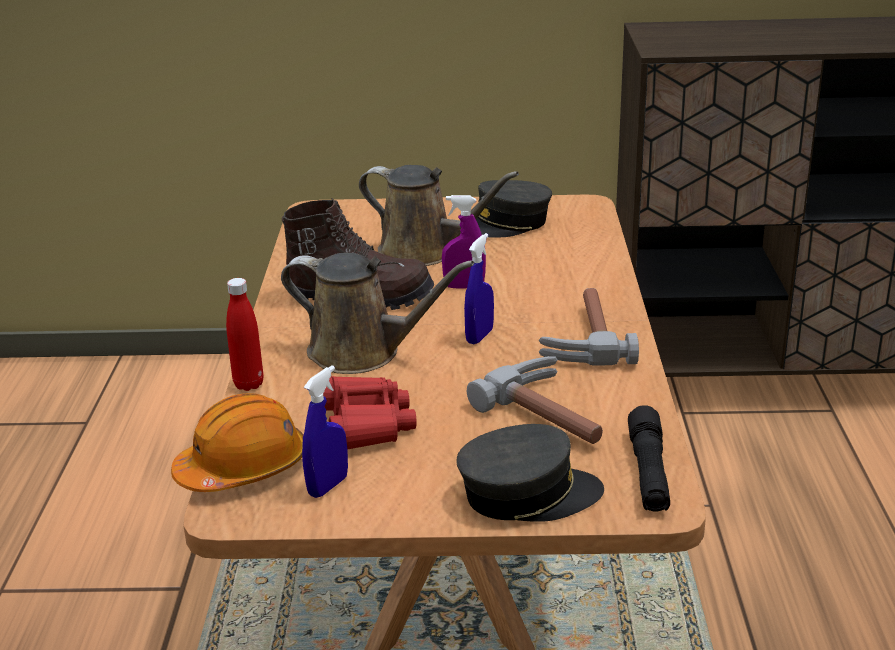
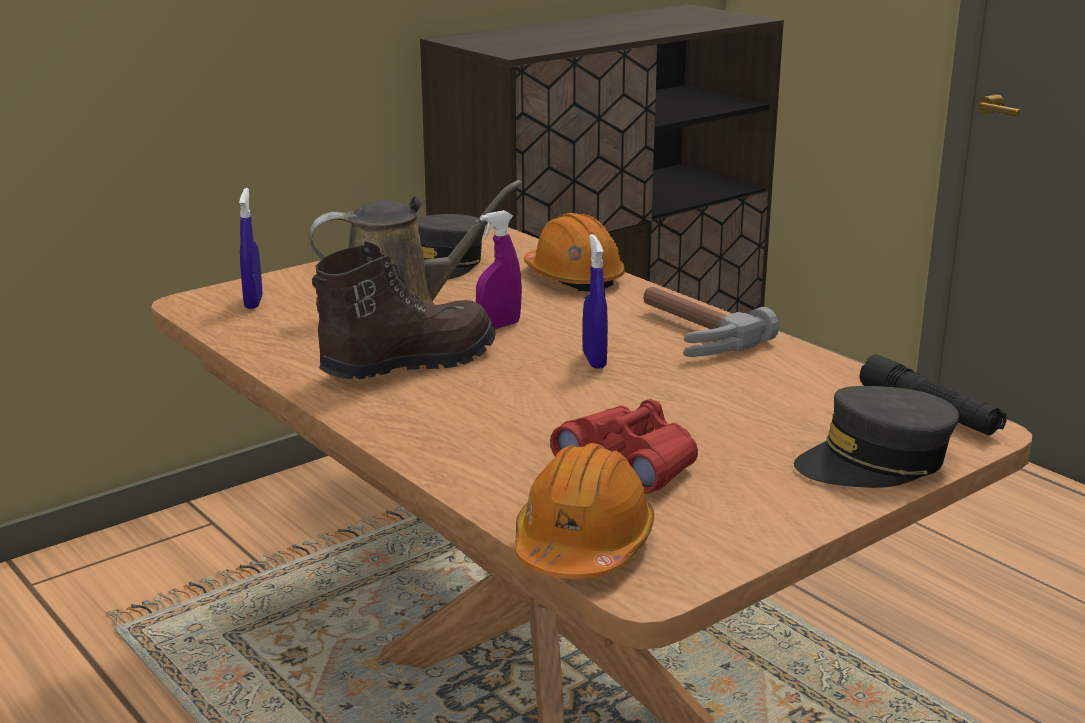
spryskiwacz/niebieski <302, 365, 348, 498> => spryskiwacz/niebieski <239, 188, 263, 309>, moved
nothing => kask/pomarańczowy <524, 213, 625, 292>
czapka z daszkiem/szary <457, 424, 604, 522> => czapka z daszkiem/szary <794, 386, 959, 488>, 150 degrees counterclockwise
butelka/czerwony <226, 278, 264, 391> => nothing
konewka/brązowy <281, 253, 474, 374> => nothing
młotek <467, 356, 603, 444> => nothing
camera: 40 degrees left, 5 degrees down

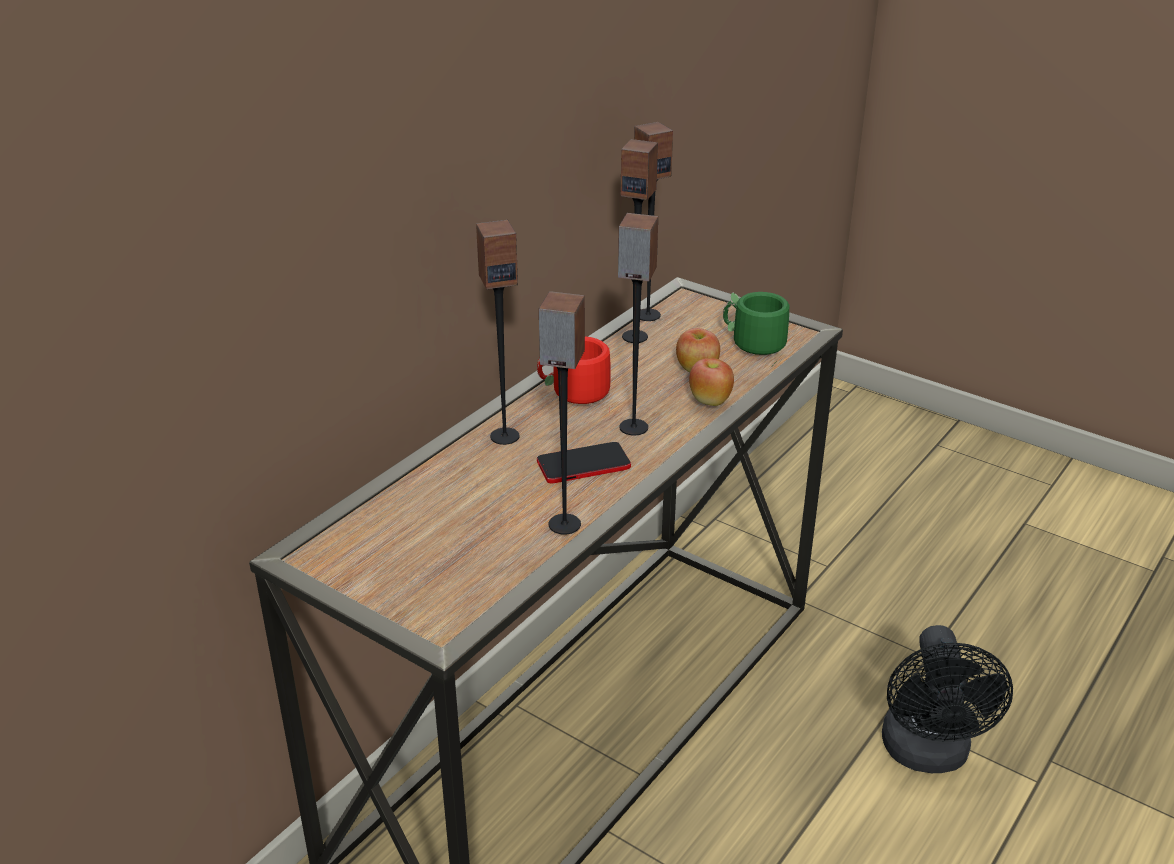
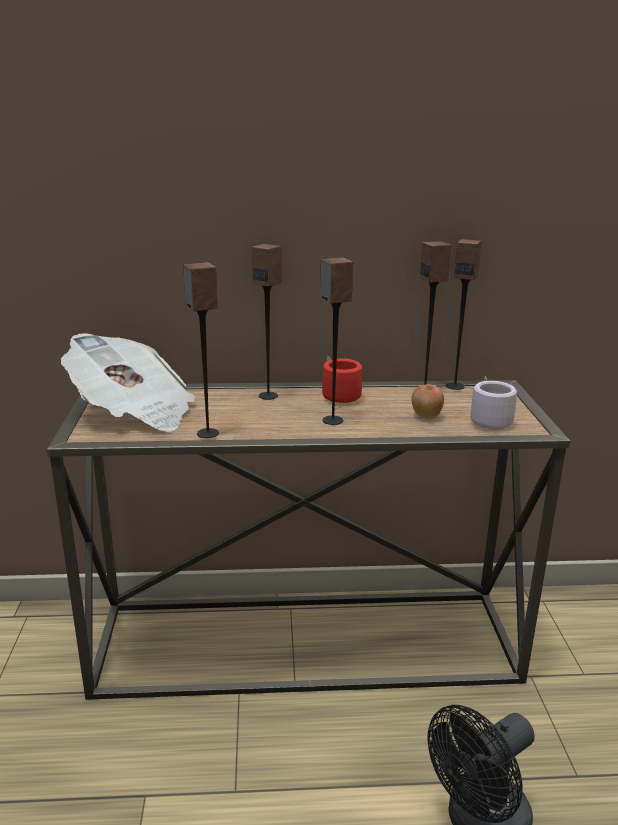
nothing => gazeta <61, 333, 195, 432>
kubek/zielony <723, 292, 789, 366> => kubek/szary <470, 376, 517, 429>
telefon <537, 442, 631, 483> => nothing
jabłko <689, 358, 734, 406> => nothing
camera: 50 degrees right, 10 degrees down

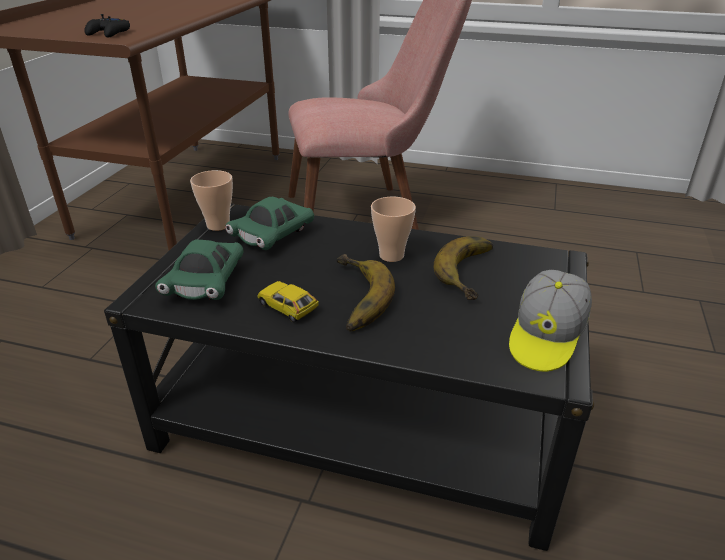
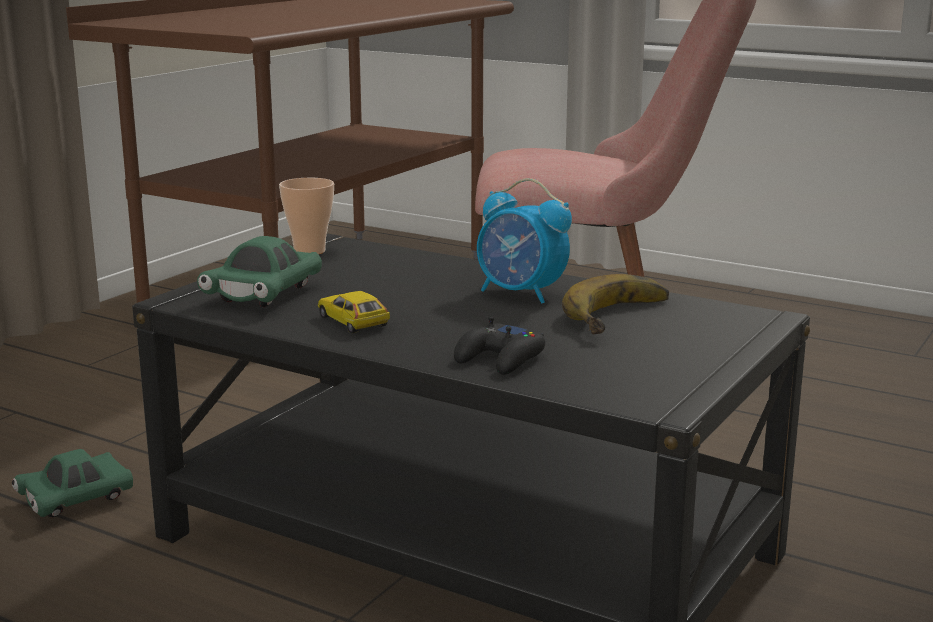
samochodzik/zielony <225, 197, 314, 250> => samochodzik/zielony <12, 449, 133, 517>, moved
pad do gier/czarny <84, 14, 130, 38> => pad do gier/czarny <454, 316, 545, 375>, moved
filiżanka <371, 197, 416, 262> => budzik <477, 178, 572, 303>
banan <336, 254, 395, 331> => nothing
czapka z daszkiem <509, 270, 592, 372> => nothing
camera: 15 degrees right, 15 degrees down

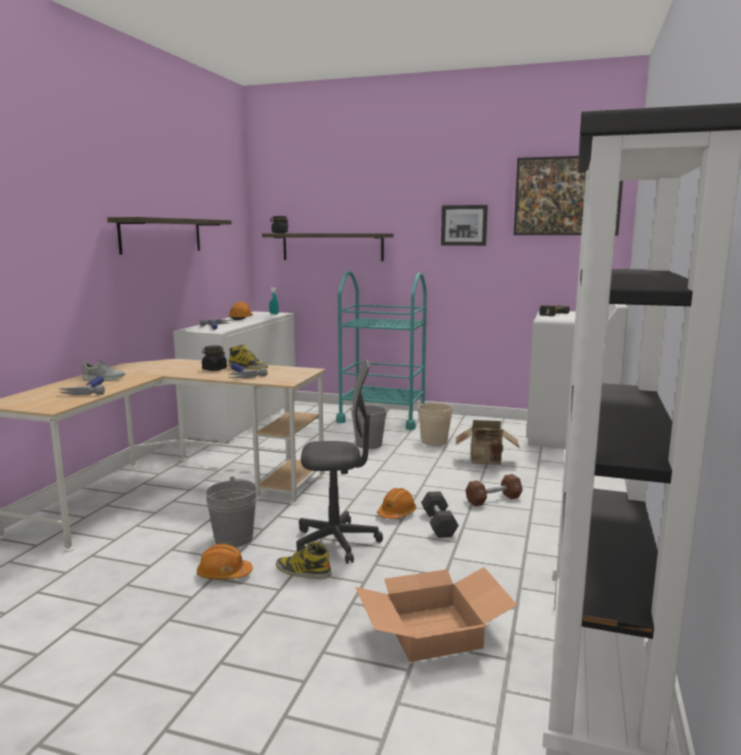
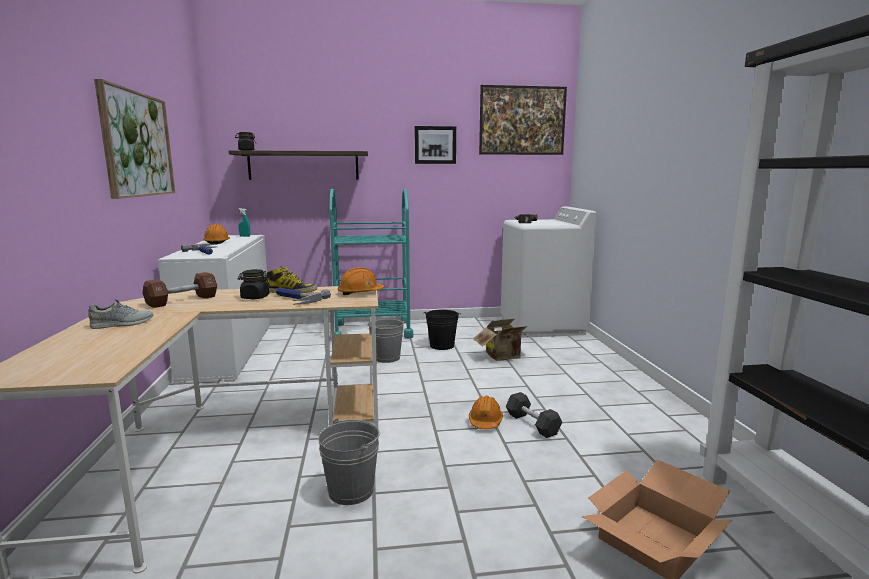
półka <107, 217, 232, 254> => obraz <94, 79, 175, 199>
hantel/brązowy <466, 474, 523, 506> => hantel/brązowy <143, 272, 217, 308>, moved
kask/pomarańczowy <197, 544, 253, 580> => kask/pomarańczowy <338, 267, 384, 295>, moved
wiadro/beżowy <417, 403, 453, 446> => wiadro/czarny <424, 310, 461, 350>
młotek <59, 376, 105, 395> => nothing
but z cholewką <276, 542, 331, 579> => nothing
krzesło biurowe/szary <296, 360, 383, 564> => nothing
camera: 25 degrees left, 0 degrees up

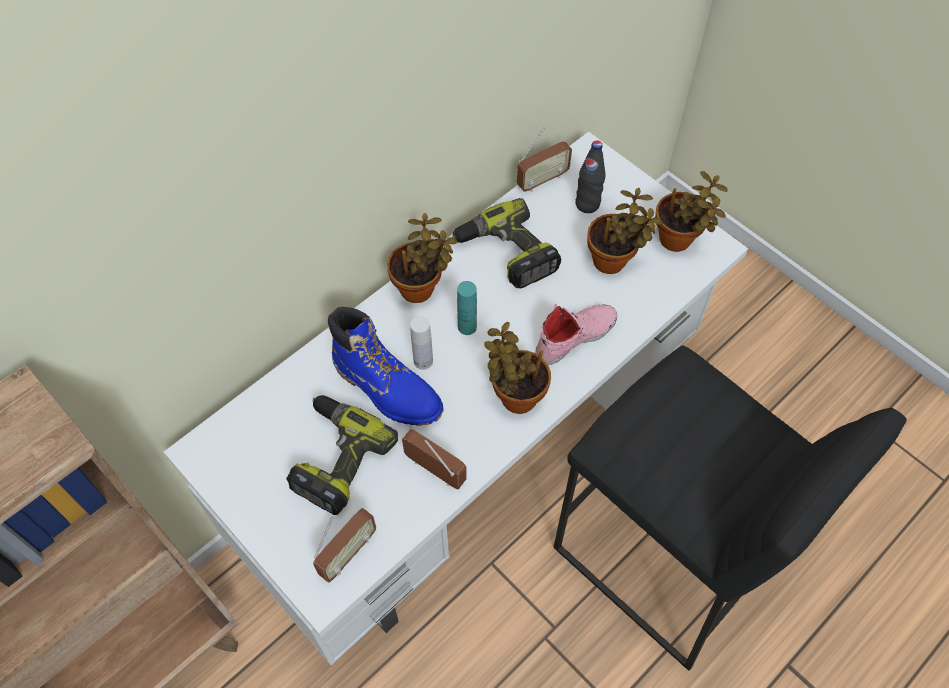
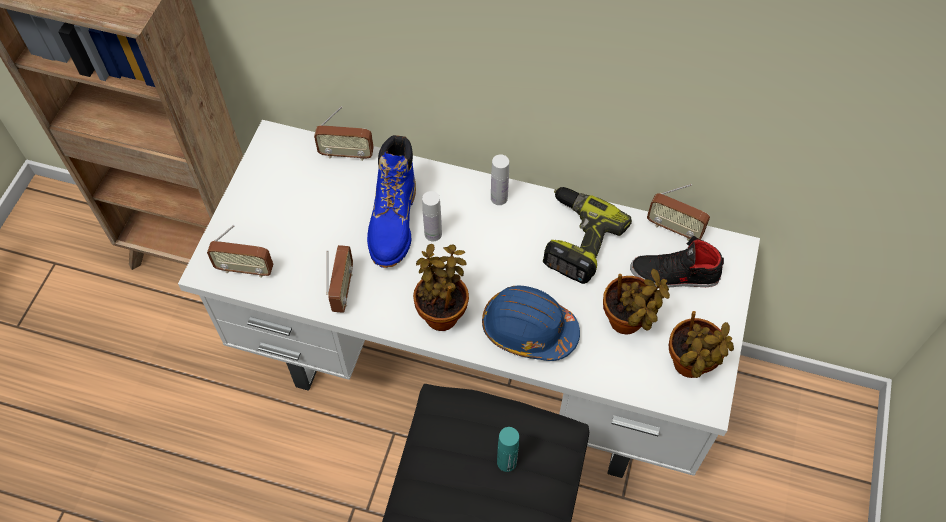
nothing => radio <314, 106, 374, 161>
but/różowy <535, 304, 617, 365> => kask/niebieski <482, 286, 580, 361>
roślina doniczkowa <387, 213, 458, 303> => butelka/biały <491, 154, 509, 205>
butelka/turkusowy <457, 281, 477, 335> => butelka/turkusowy <497, 427, 519, 472>, moved
butelka/czarny <575, 141, 606, 213> => but/czarny <630, 236, 724, 288>
wiertarka <286, 395, 398, 515> => nothing
camera: 60 degrees right, 0 degrees up

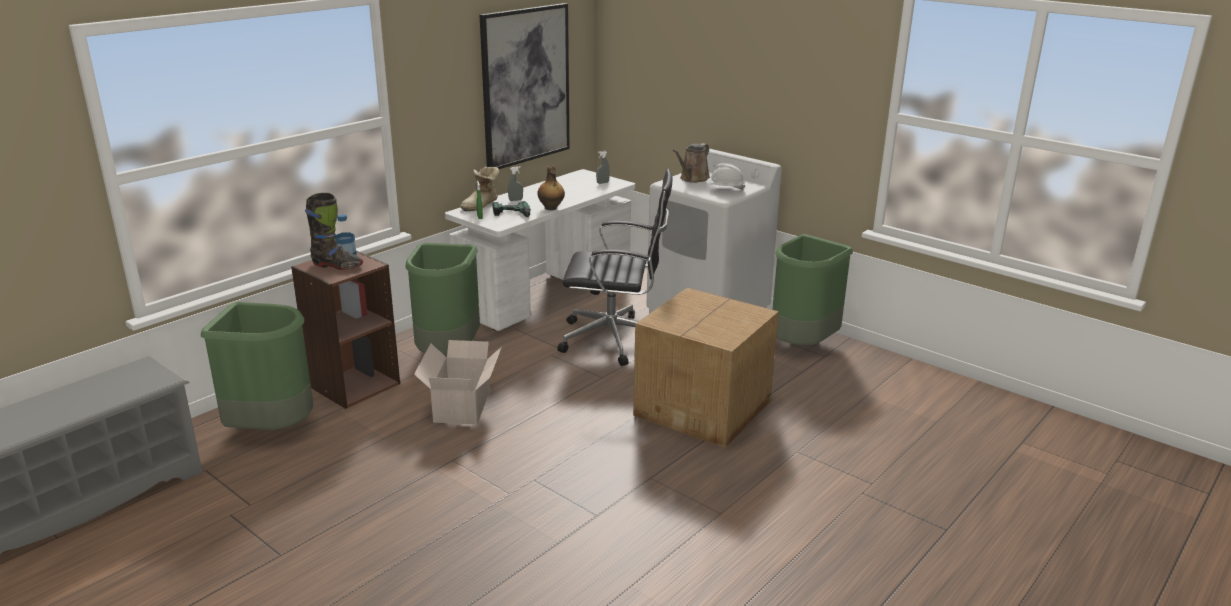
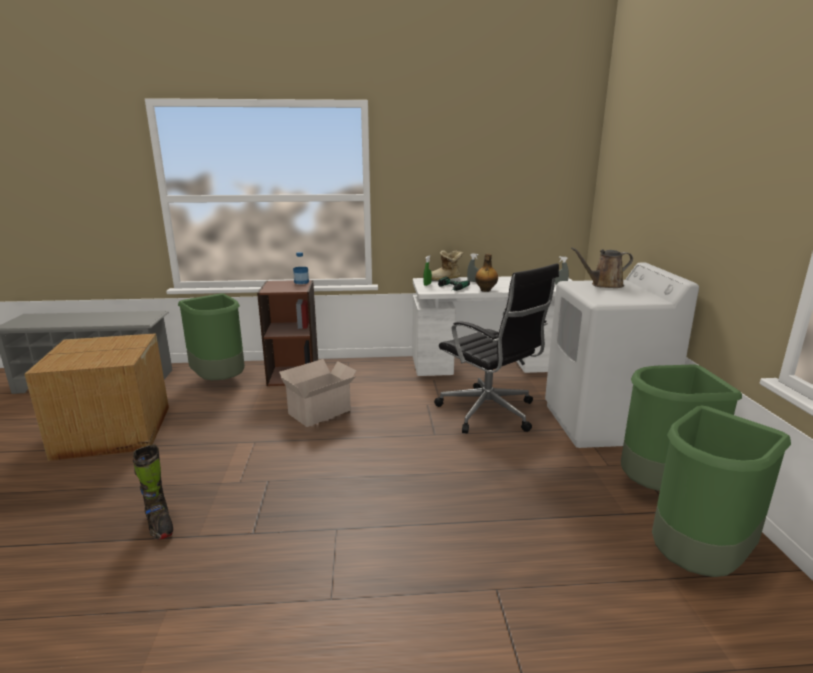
karton <633, 287, 779, 447> => karton <24, 333, 169, 461>, moved
but z cholewką/czarny <305, 193, 363, 270> => but z cholewką/czarny <133, 444, 173, 539>, moved
kosz na śmieci/zielony <405, 243, 480, 356> => kosz na śmieci/zielony <652, 406, 791, 577>, moved
obraz <479, 3, 570, 169> => nothing
kask/biały <706, 163, 745, 190> => nothing
camera: 45 degrees right, 5 degrees down

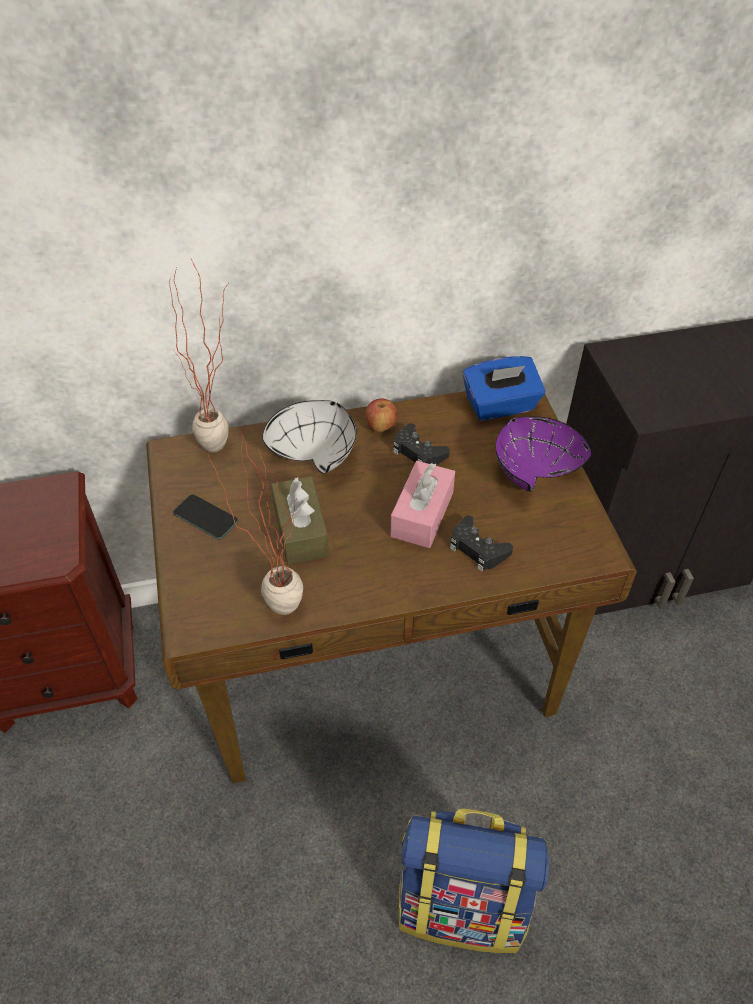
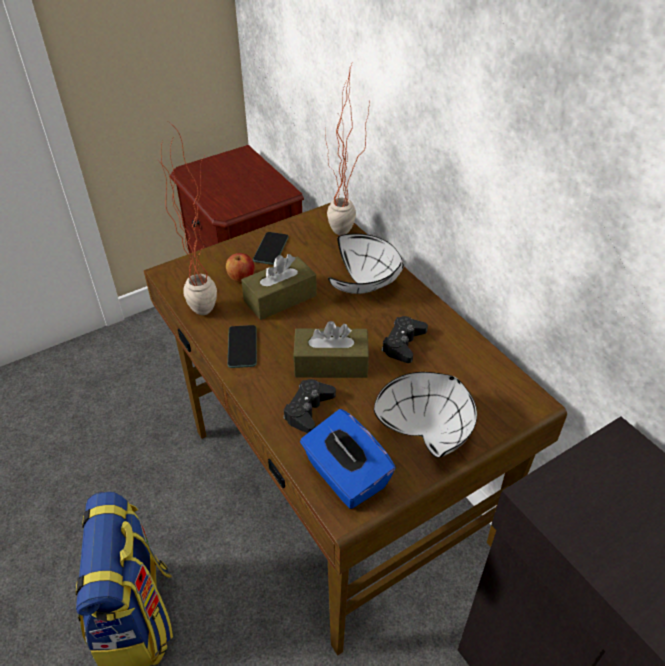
jabłko <366, 399, 397, 432> => jabłko <226, 253, 255, 282>, moved
nothing => telefon <227, 325, 257, 368>
pudełko chusteczek/różowy <390, 461, 455, 548> => pudełko chusteczek/brązowy <293, 321, 369, 378>
pudełko chusteczek/niebieski <463, 356, 545, 421> => pudełko chusteczek/niebieski <300, 409, 396, 509>, moved
miska/fioletowy <495, 417, 592, 492> => miska/biały <374, 372, 477, 458>
camera: 70 degrees right, 5 degrees down

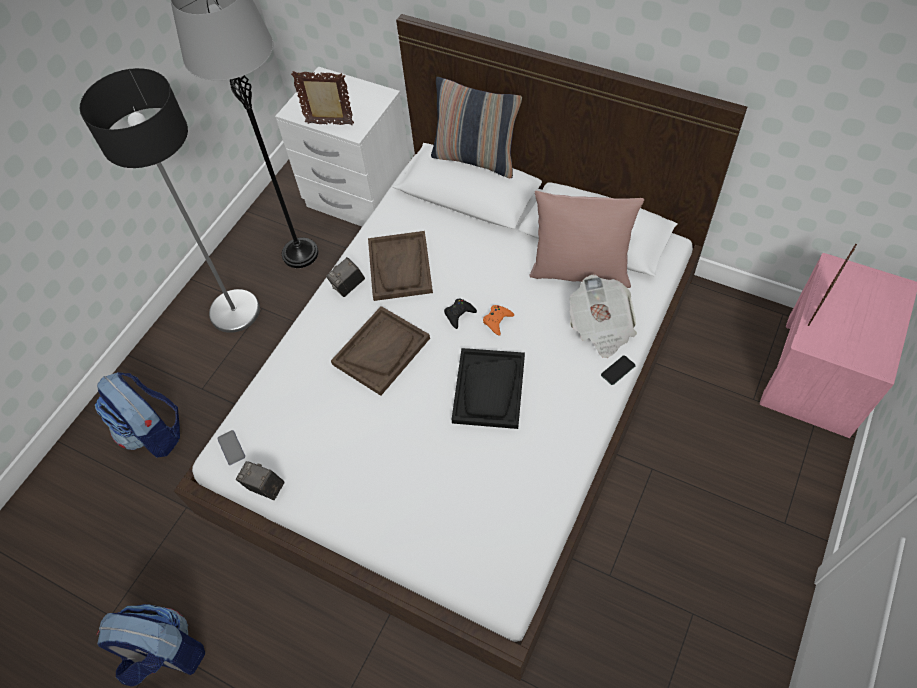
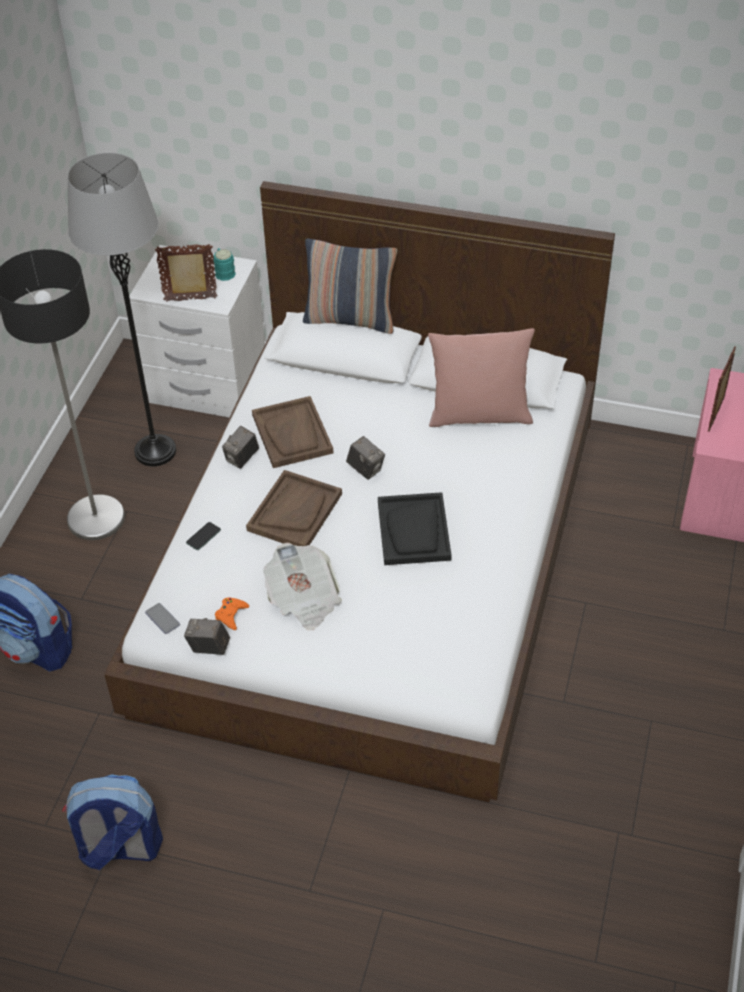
telefon <601, 355, 636, 385> => telefon <186, 522, 221, 550>, moved
nothing => kubek/turkusowy <213, 248, 236, 281>
pad do gier/pomarańczowy <483, 305, 514, 336> => pad do gier/pomarańczowy <215, 598, 249, 630>, moved
gazeta <569, 274, 637, 358> => gazeta <263, 542, 342, 630>, moved
pad do gier/czarny <444, 299, 477, 329> => aparat fotograficzny <346, 436, 385, 480>
camera: 15 degrees left, 10 degrees down

